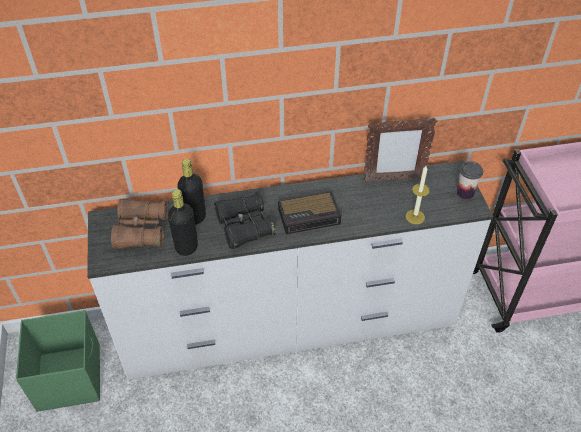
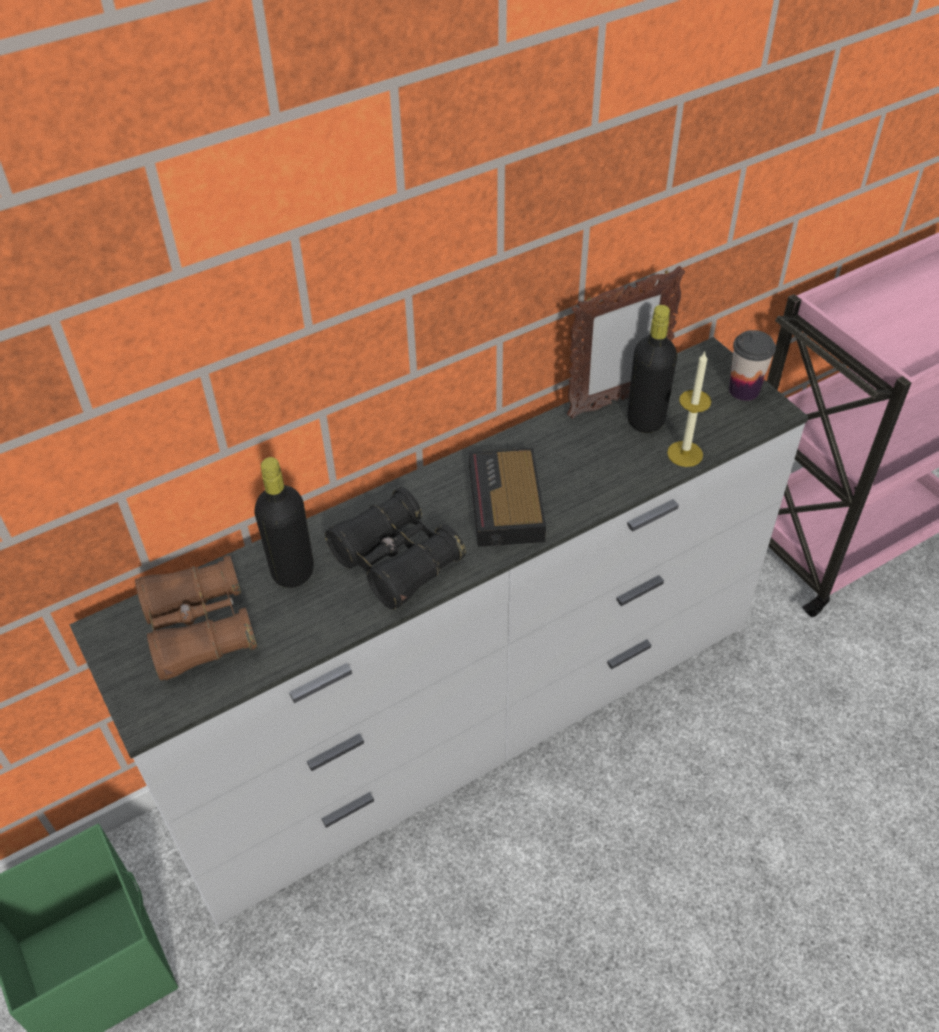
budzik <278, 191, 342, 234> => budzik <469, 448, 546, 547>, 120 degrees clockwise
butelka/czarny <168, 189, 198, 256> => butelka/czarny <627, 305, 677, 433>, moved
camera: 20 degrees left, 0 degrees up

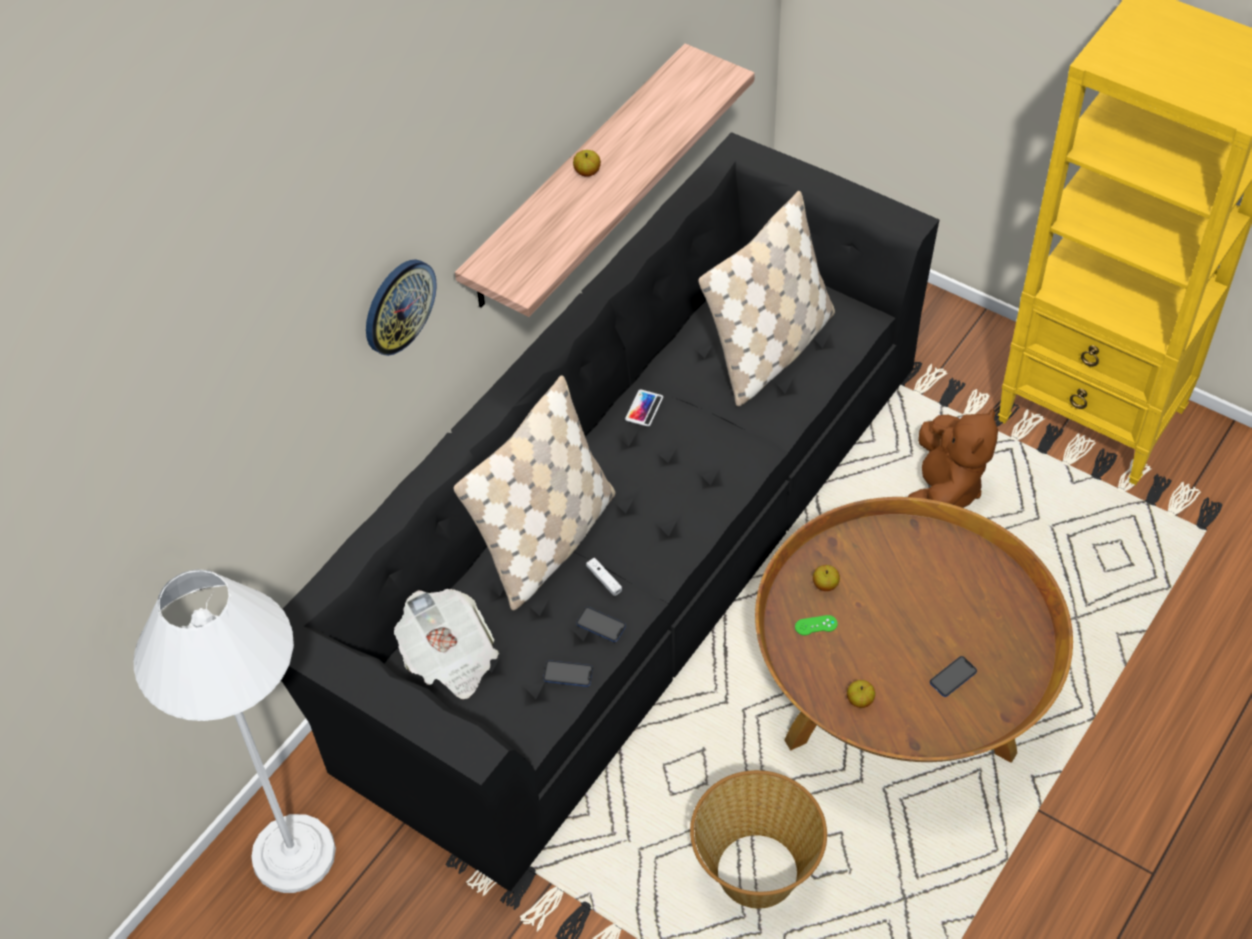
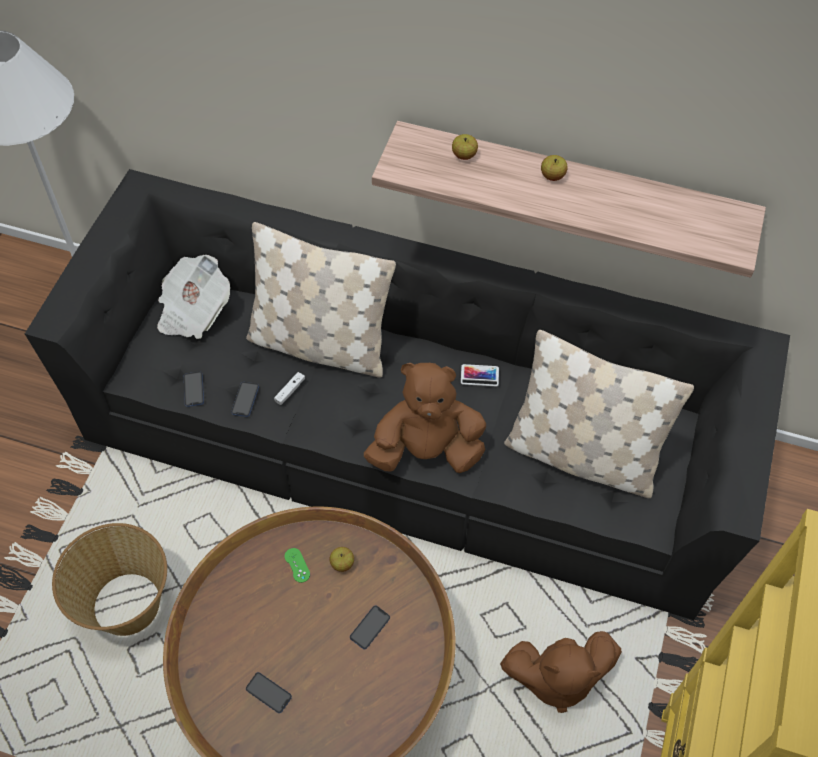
nothing => telefon <350, 606, 390, 649>
nothing => pluszak/brązowy <364, 363, 486, 473>
jabłko <847, 680, 875, 708> => jabłko <452, 134, 478, 160>, moved
zegar ścienny <366, 259, 437, 356> => nothing
camera: 70 degrees right, 5 degrees up

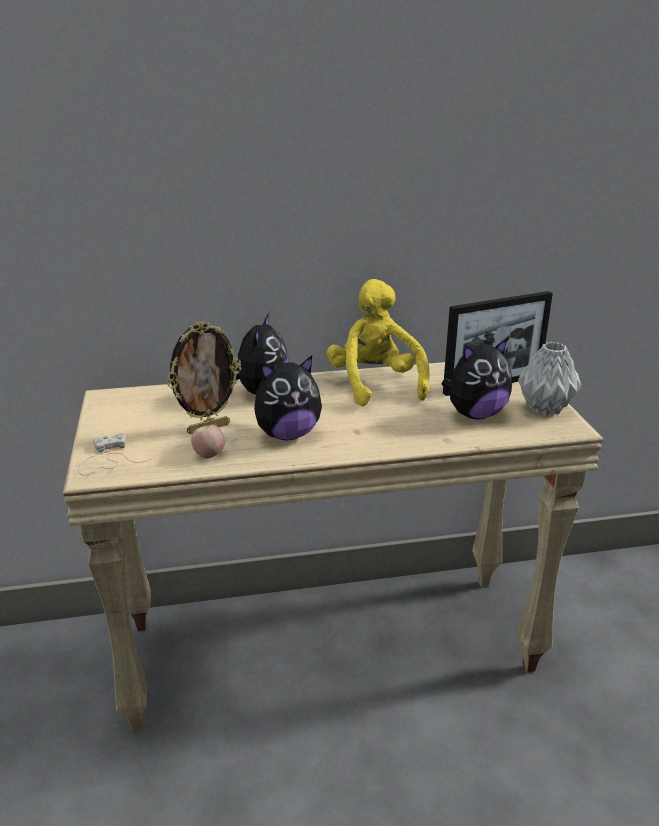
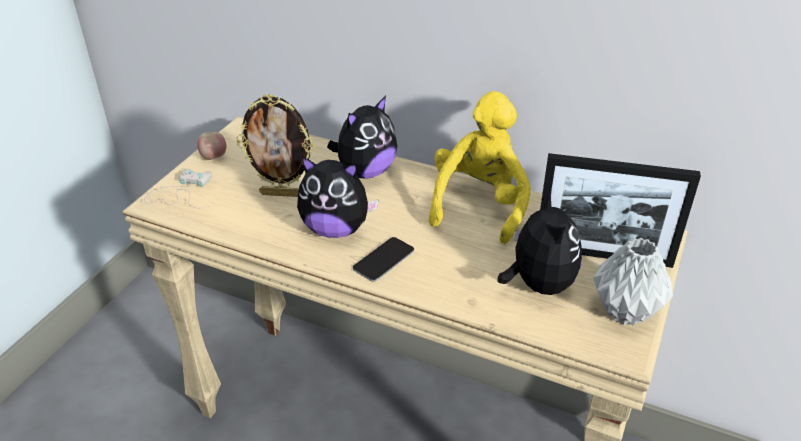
jabłko <191, 425, 225, 459> => jabłko <197, 132, 226, 160>, moved
nothing => telefon <353, 237, 414, 282>
pluszak <442, 337, 512, 419> => pluszak <497, 191, 582, 295>, 105 degrees counterclockwise
camera: 35 degrees right, 10 degrees up

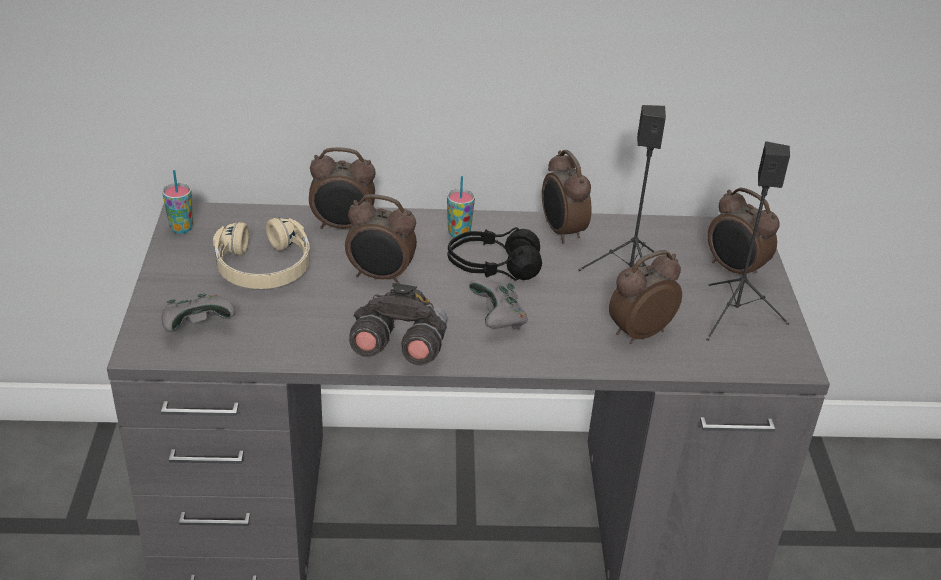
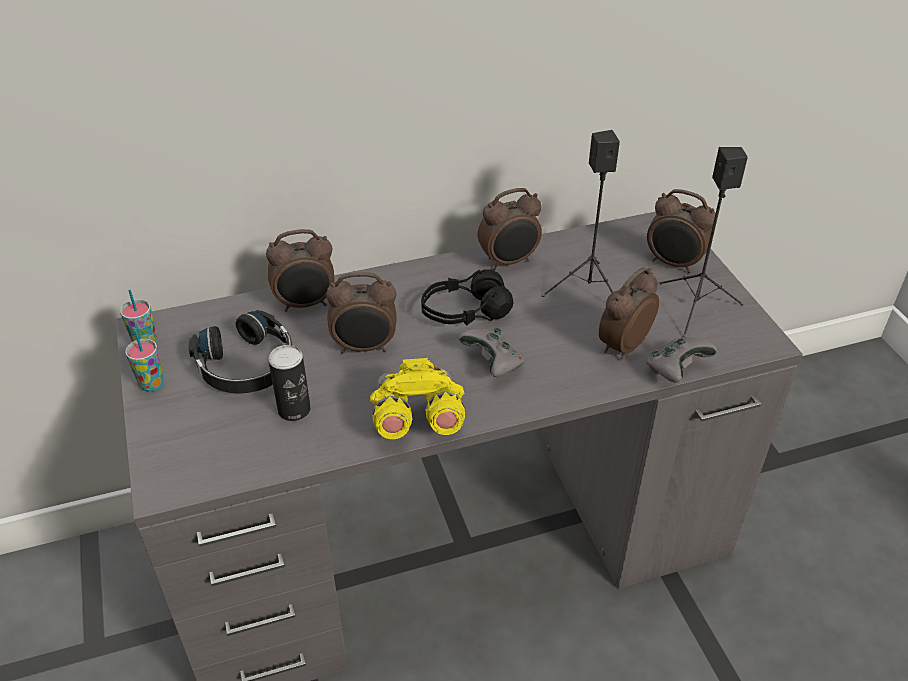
filiżanka <447, 176, 475, 239> => filiżanka <125, 330, 164, 392>, moved
słuchawki/beżowy <213, 218, 310, 289> => słuchawki/czarny <188, 310, 292, 394>
nothing => puszka <268, 345, 311, 421>
lornetka/szary <349, 283, 447, 365> => lornetka/żółty <370, 358, 465, 439>
budzik <542, 150, 592, 244> => budzik <478, 188, 542, 270>, 75 degrees counterclockwise
pad do gier/szary <162, 293, 235, 332> => pad do gier/szary <646, 337, 718, 383>, moved
camera: 15 degrees left, 5 degrees up

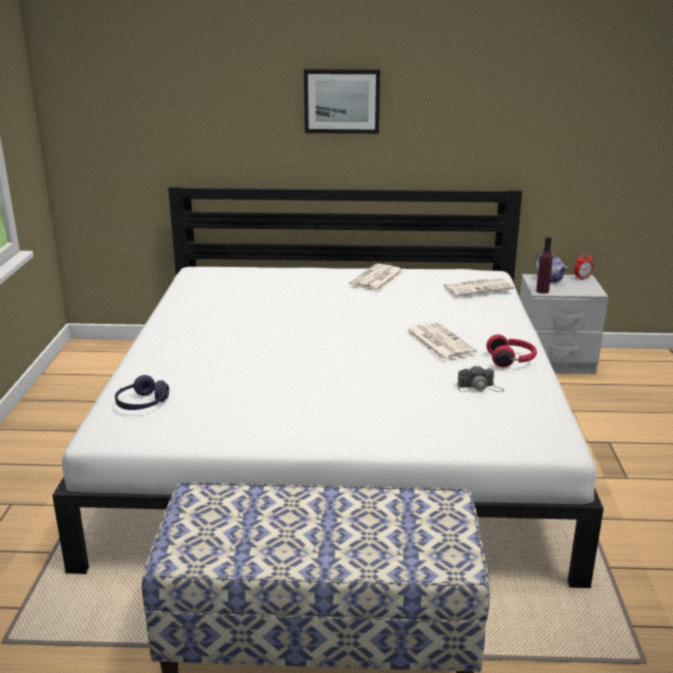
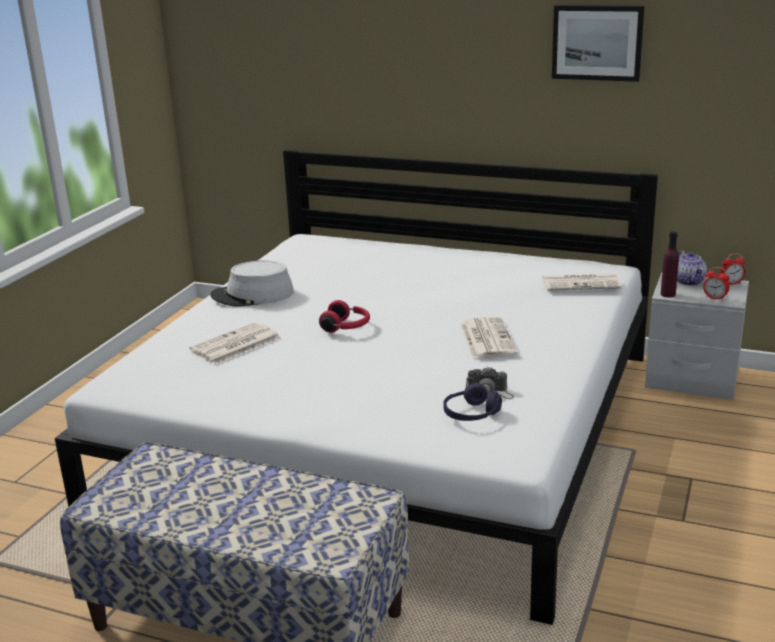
gazeta <349, 264, 404, 291> => gazeta <189, 322, 280, 364>, moved
nothing => kapelusz/szary <210, 261, 294, 306>
słuchawki/czerwony <486, 334, 537, 367> => słuchawki/czerwony <319, 300, 370, 333>, moved
słuchawki/fioletowy <115, 375, 169, 410> => słuchawki/fioletowy <443, 383, 502, 421>, moved
obraz <304, 69, 380, 134> => obraz <552, 5, 644, 82>, moved
nothing => budzik <703, 267, 730, 300>
camera: 20 degrees right, 0 degrees up

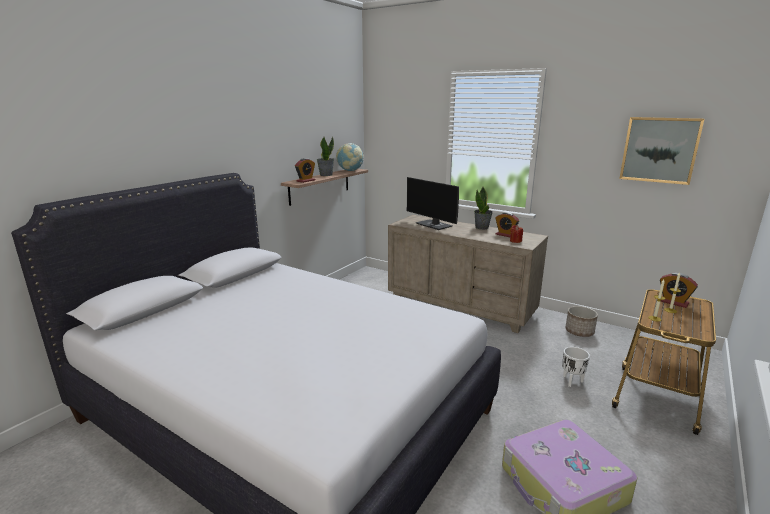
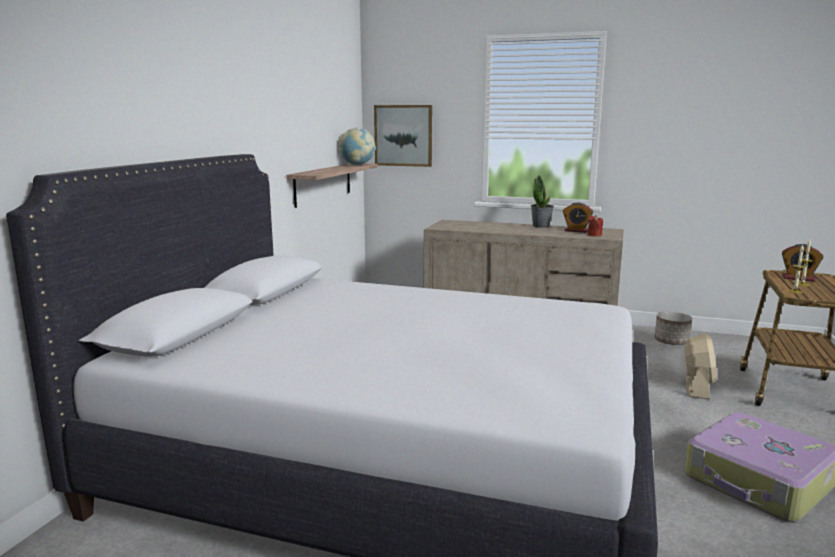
obraz <619, 117, 705, 185> => obraz <374, 105, 432, 167>, moved
donica/biały <562, 347, 590, 387> => wentylator/beżowy <684, 334, 717, 399>
budzik <295, 158, 315, 183> => nothing
roślina doniczkowa <317, 137, 334, 176> => nothing
monitor <407, 177, 459, 230> => nothing
camera: 15 degrees left, 5 degrees down

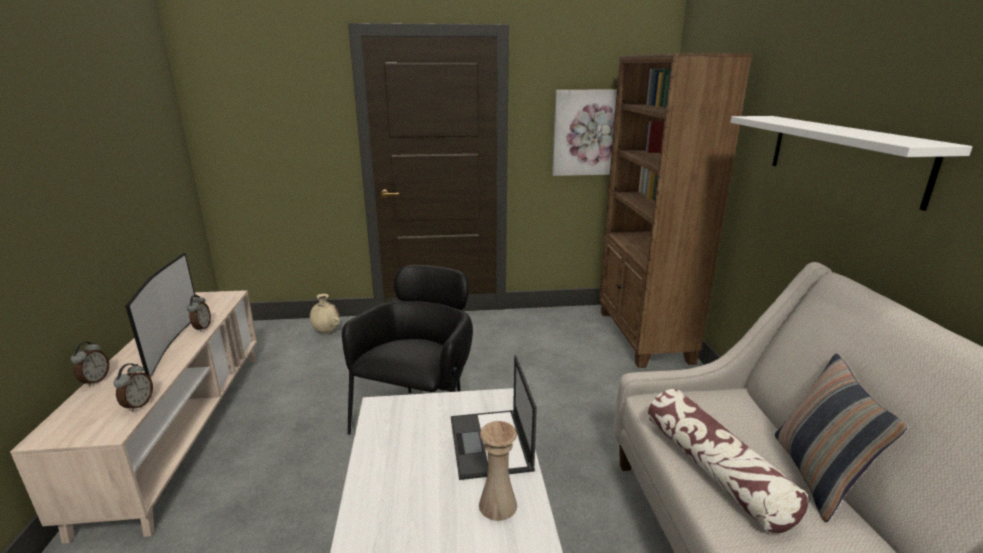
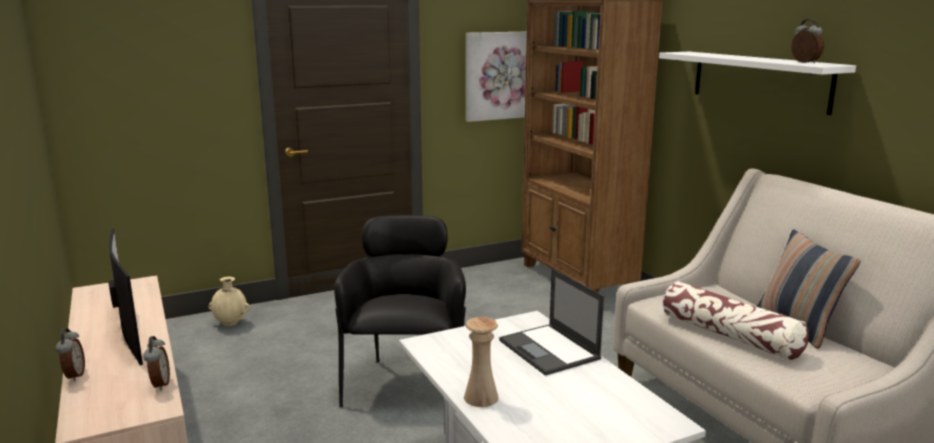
wazon/beżowy <479, 421, 517, 521> => wazon/beżowy <464, 317, 499, 407>, moved
budzik <187, 295, 211, 332> => budzik <791, 19, 824, 63>, moved
camera: 20 degrees left, 5 degrees down

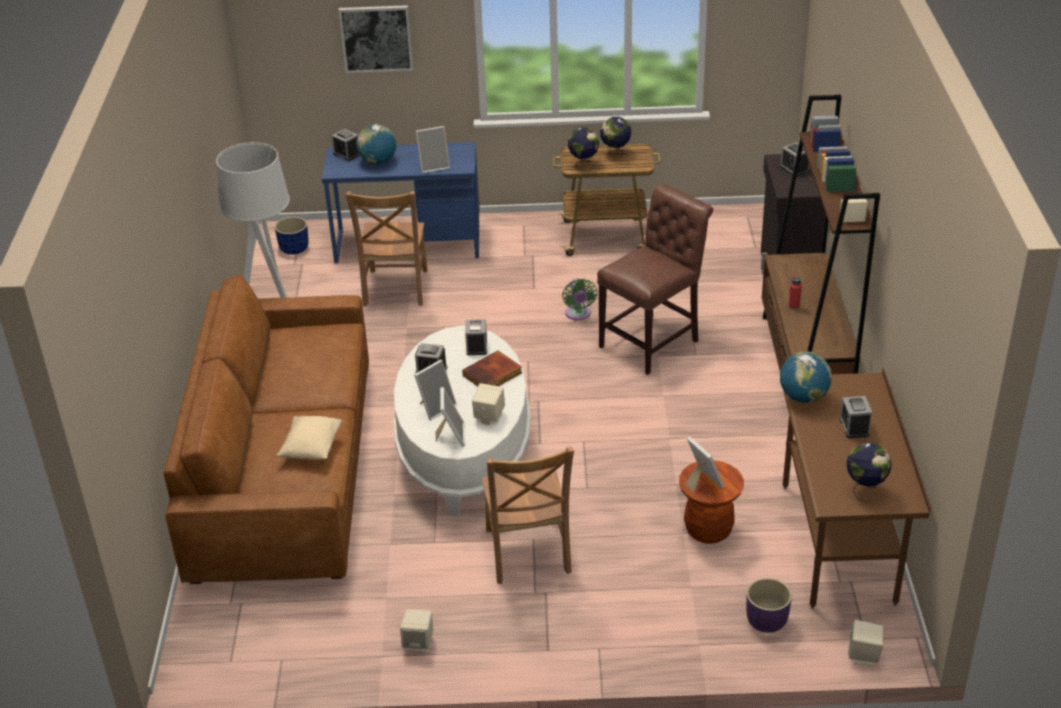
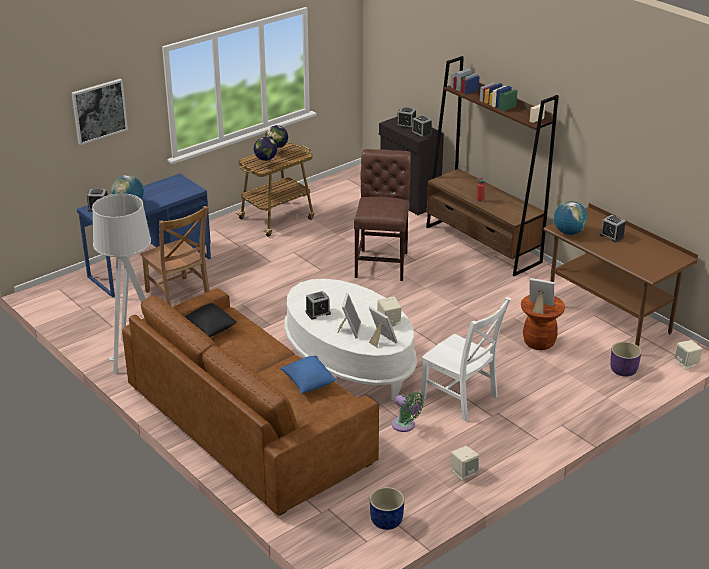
nothing => poduszka/czarny <184, 303, 237, 337>
poduszka/beżowy <277, 416, 342, 460> => poduszka/niebieski <280, 356, 336, 393>
donica/niebieski <275, 217, 308, 255> => donica/niebieski <370, 487, 404, 530>, moved
wentylator/zielony <562, 278, 597, 320> => wentylator/zielony <392, 392, 424, 432>, moved
budzik <465, 319, 487, 355> => budzik <411, 115, 432, 138>, moved
krzesło/brązowy <481, 446, 574, 584> => krzesło/biały <421, 297, 511, 422>
ramka na zdjęcie <416, 126, 450, 173> => nothing
książka <462, 351, 522, 386> => nothing
globus <846, 443, 892, 502> => nothing
camera: 40 degrees left, 5 degrees down

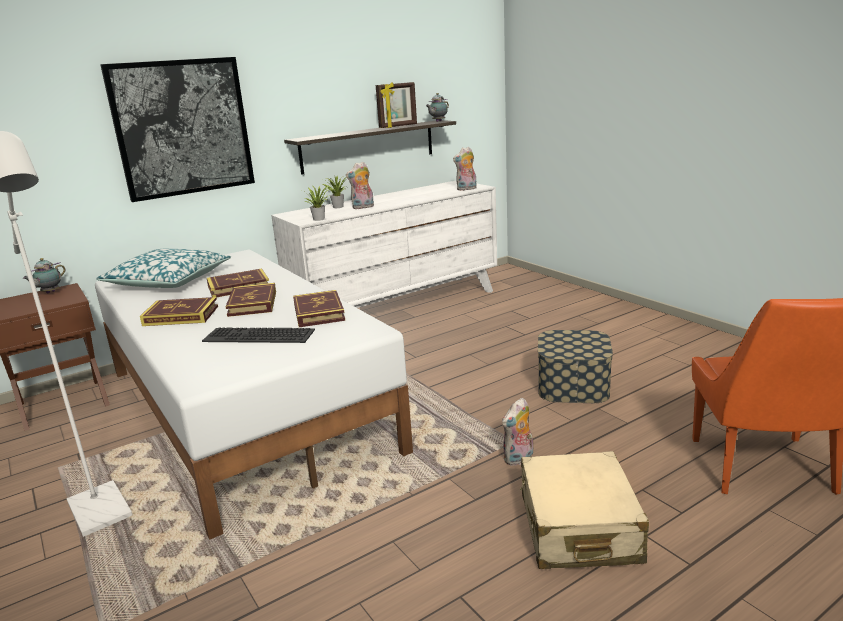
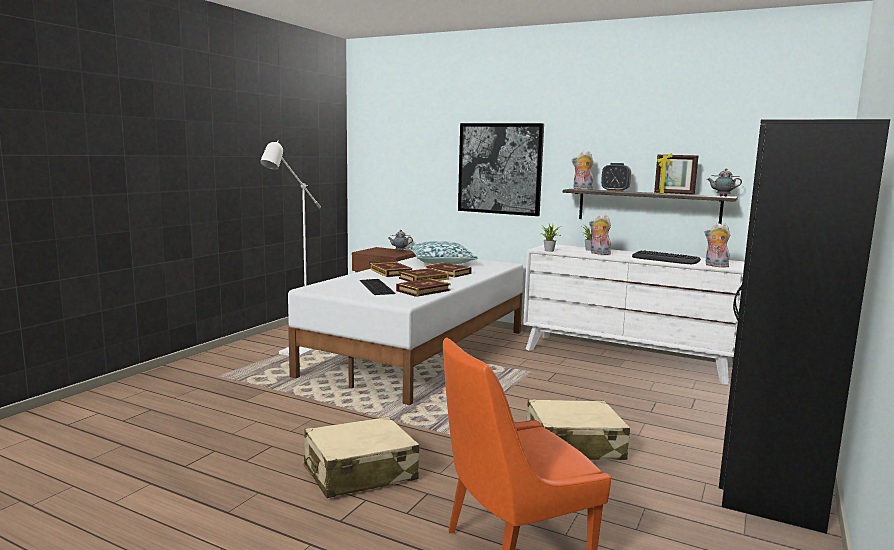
pojemnik do przechowywania <538, 330, 613, 403> => walizka/beżowy <526, 399, 630, 460>
pluszak <502, 398, 533, 466> => pluszak <572, 151, 594, 190>, moved
nothing => budzik <601, 163, 631, 192>
nothing => klawiatura <632, 251, 701, 264>
nothing => szafa/czarny <719, 119, 890, 534>
camera: 60 degrees right, 10 degrees down

